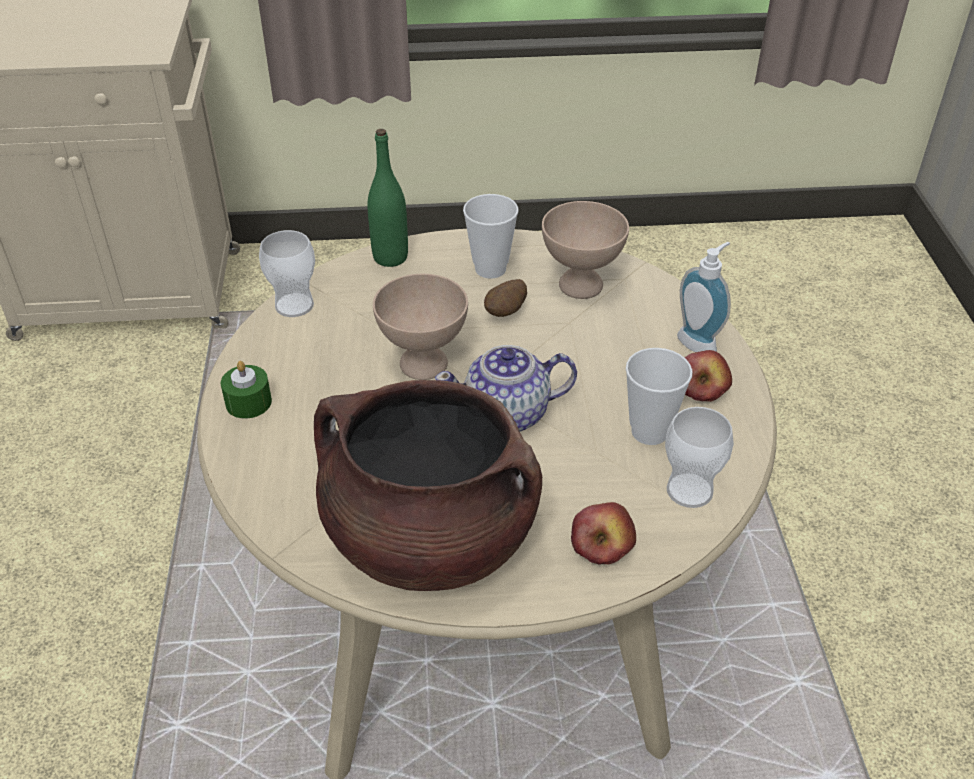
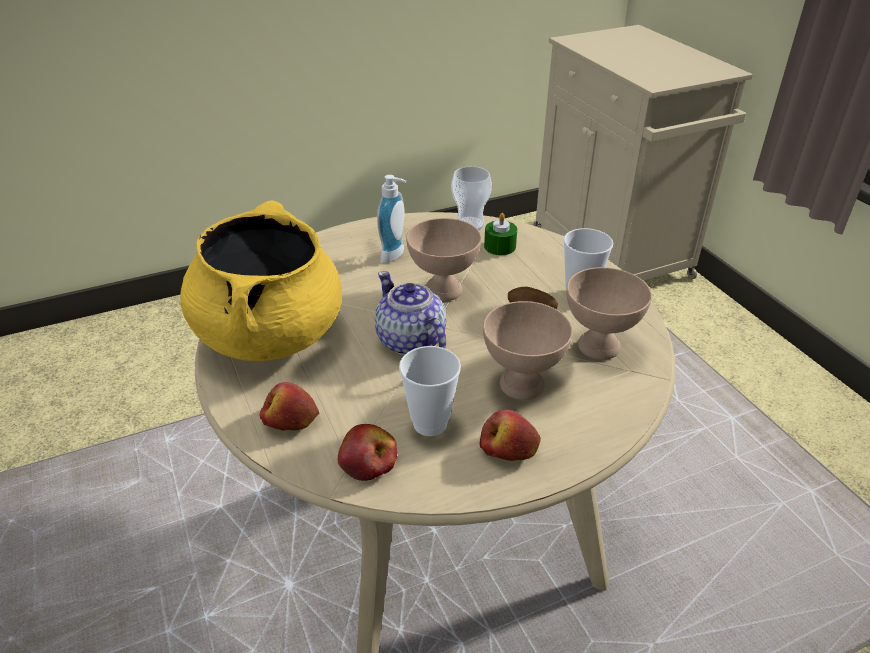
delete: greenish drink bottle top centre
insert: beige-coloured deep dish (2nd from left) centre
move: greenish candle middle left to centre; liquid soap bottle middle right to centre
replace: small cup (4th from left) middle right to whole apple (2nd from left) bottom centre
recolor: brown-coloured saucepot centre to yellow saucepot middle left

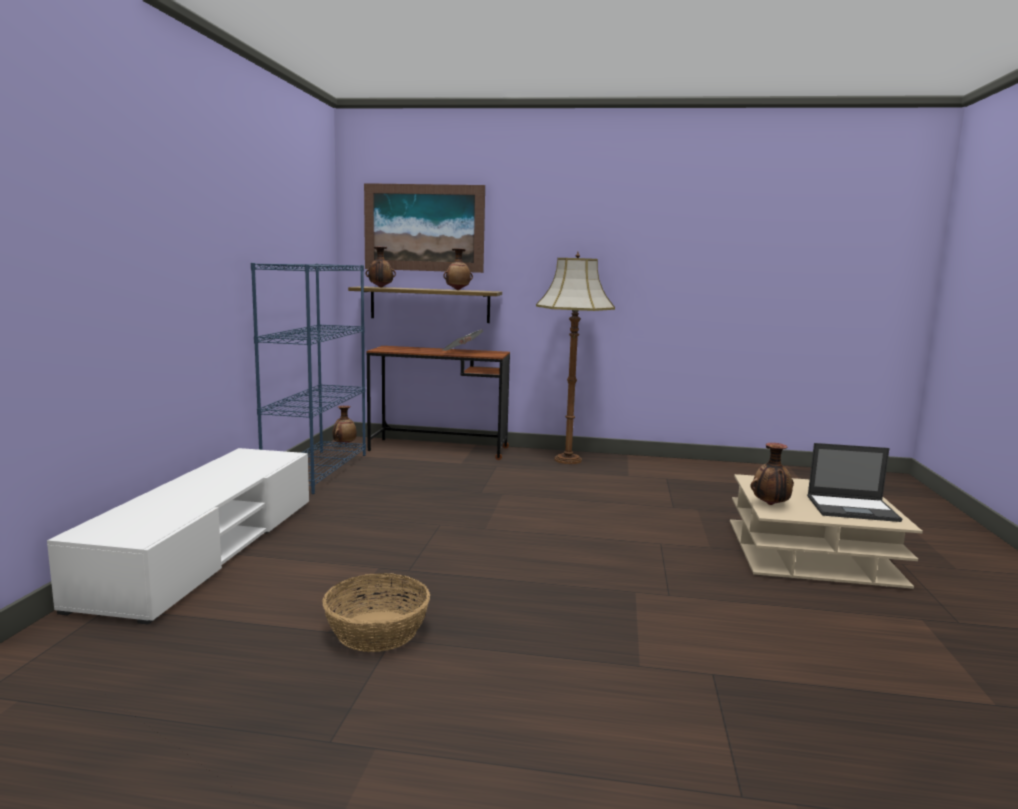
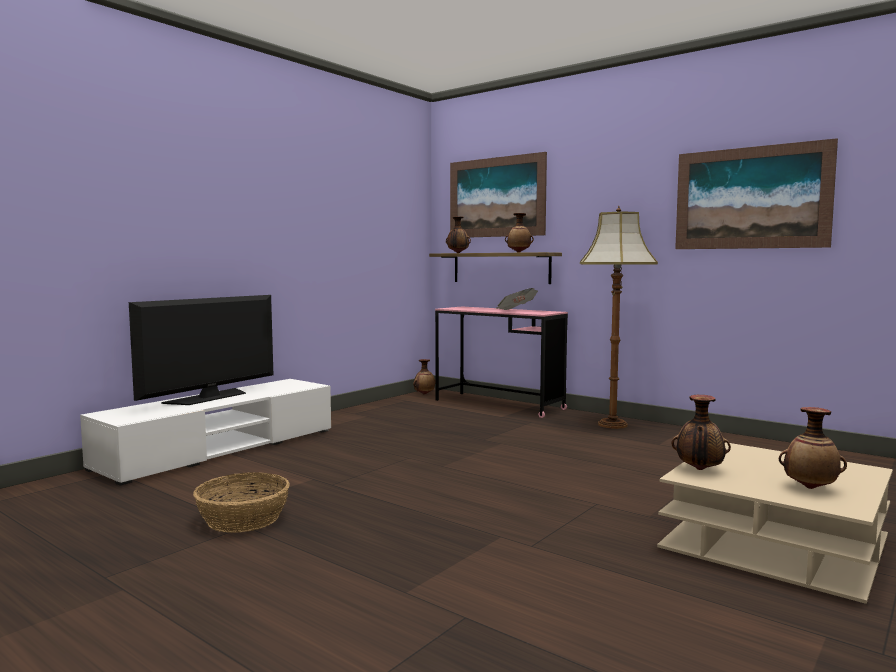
delete: blue-coloured bookcase middle left
insert: TV set middle left; wall art (2nd from left) top right
replace: laptop middle right to vase (5th from left) bottom right
recolor: brown-coloured desk table centre to pink-coloured desk table centre

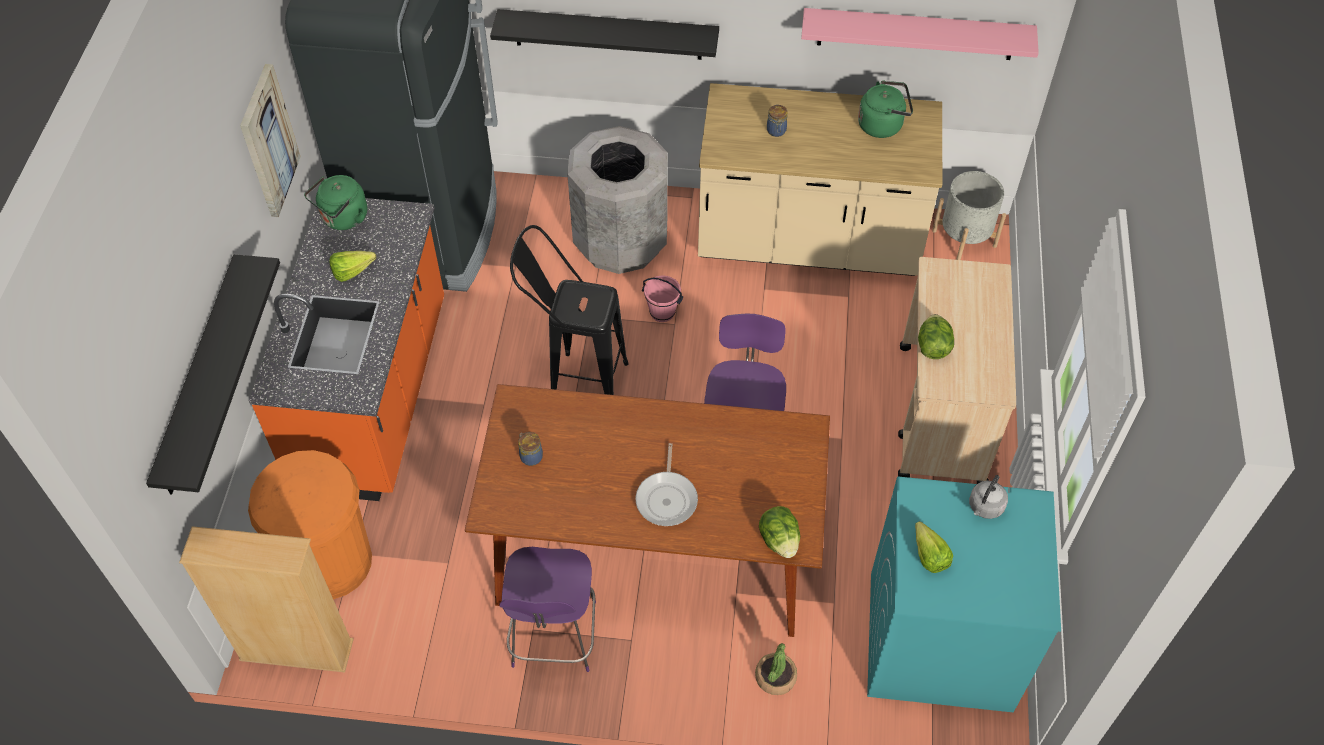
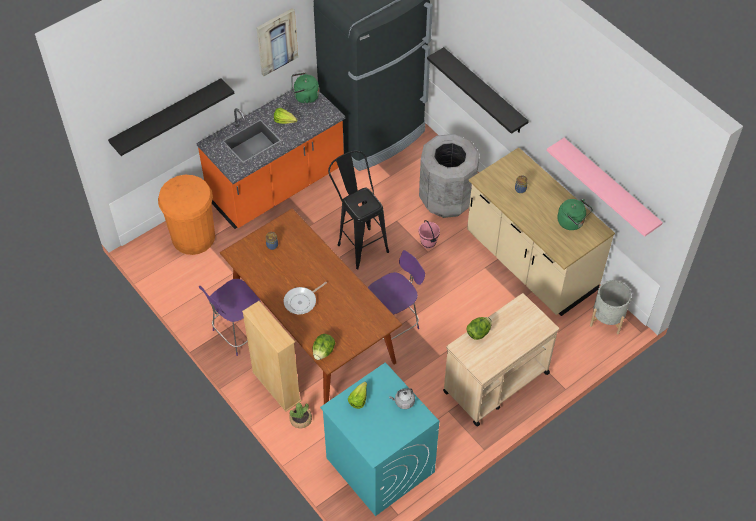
move: beige-coloured bookcase bottom left to bottom centre

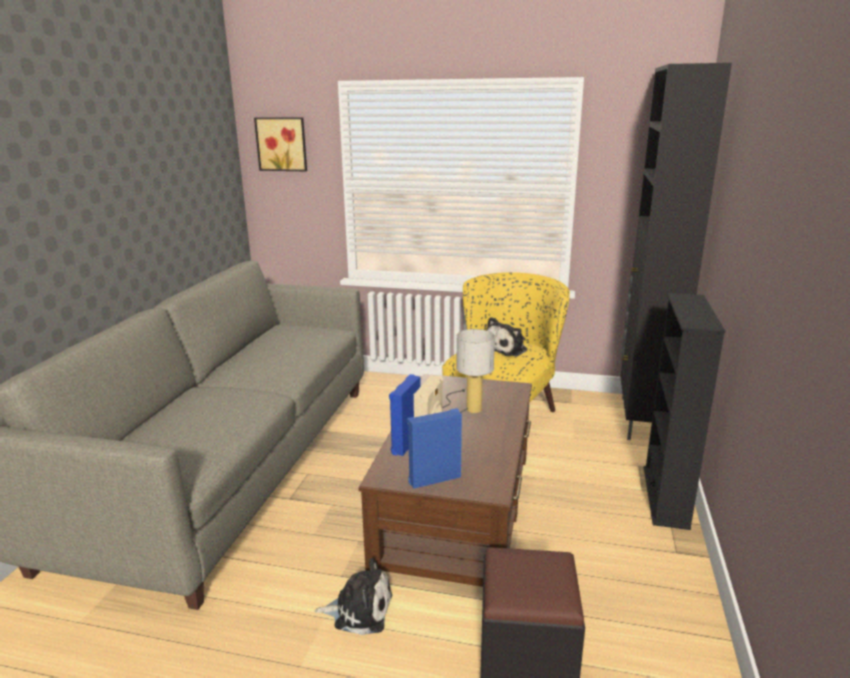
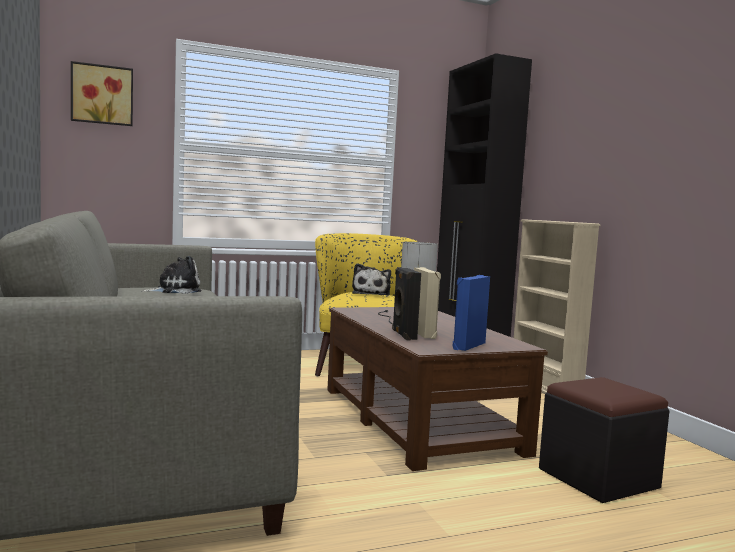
move: plush toy (1st from left) bottom centre to middle left
recolor: blue-coloured audio speaker (1st from left) centre to black audio speaker centre; black bookcase middle right to beige-coloured bookcase middle right

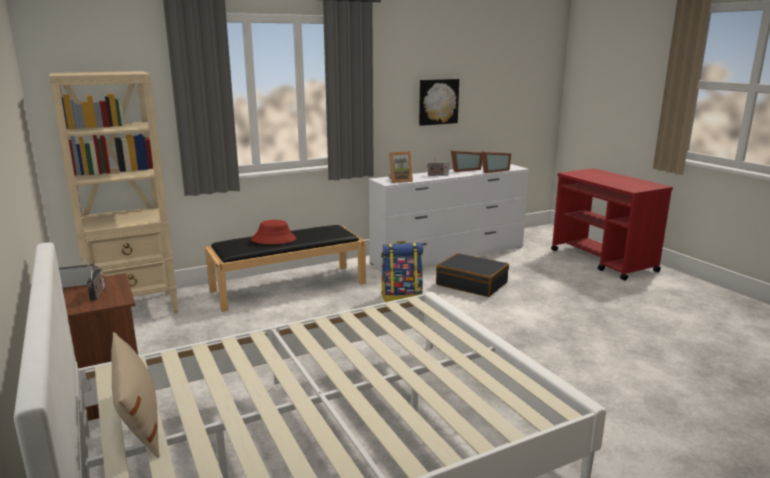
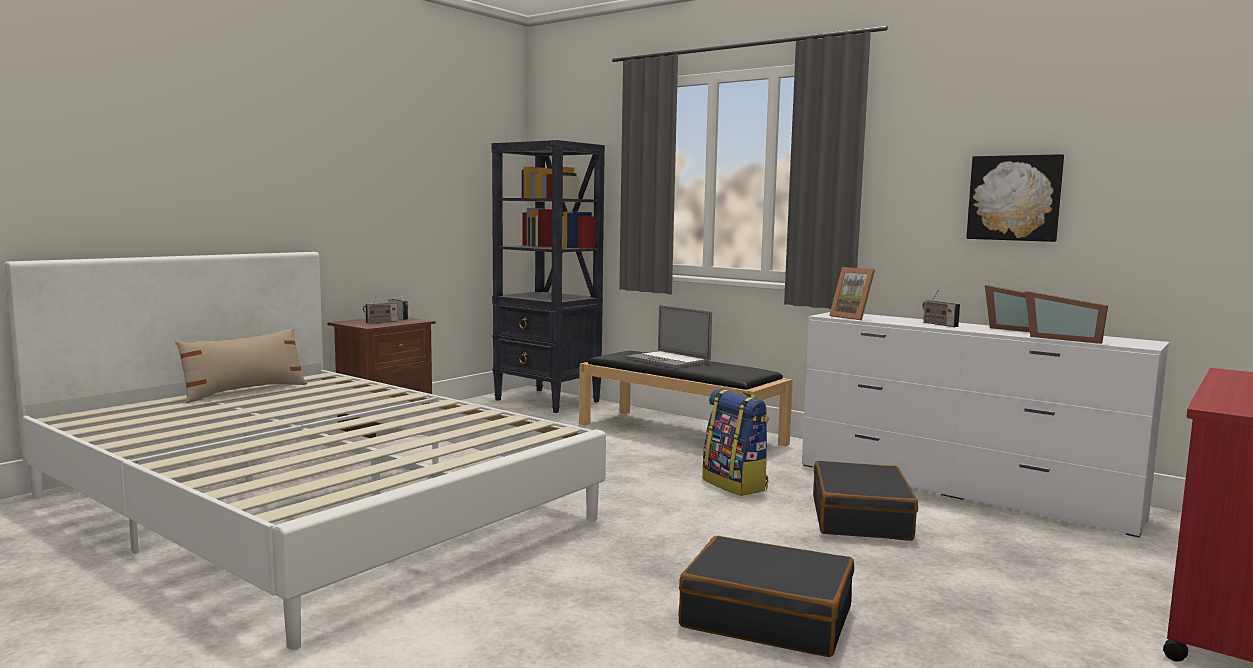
insert: black suitcase (1st from left) bottom centre
replace: red-coloured wearable hat centre to laptop centre
recolor: beige-coloured bookcase middle left to black bookcase centre

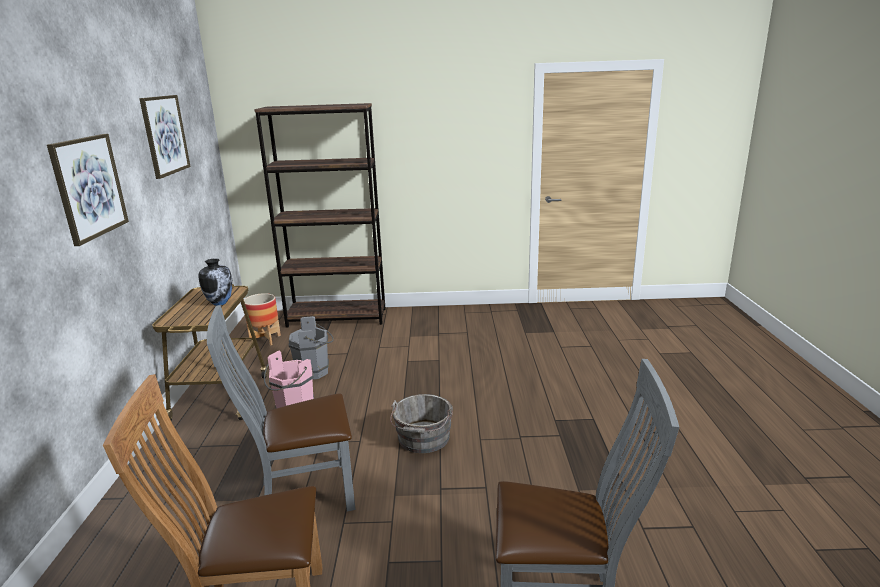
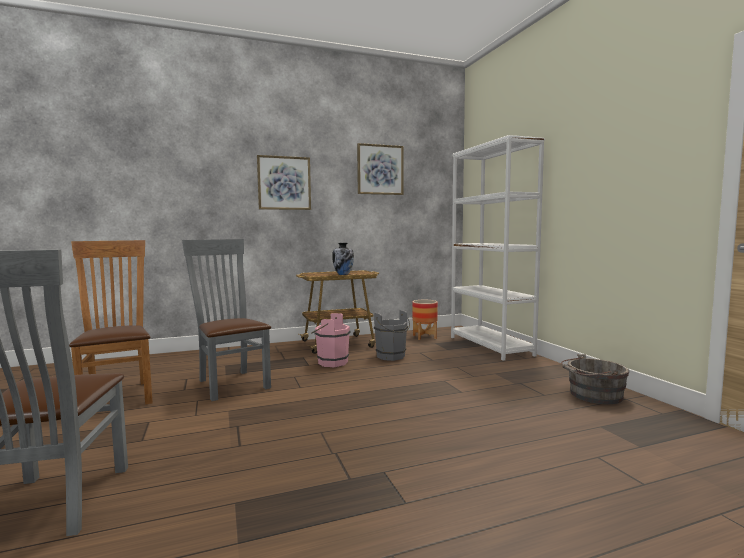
move: gray water bucket (2nd from left) bottom centre to bottom right
recolor: brown-coloured bookcase centre to white bookcase middle right

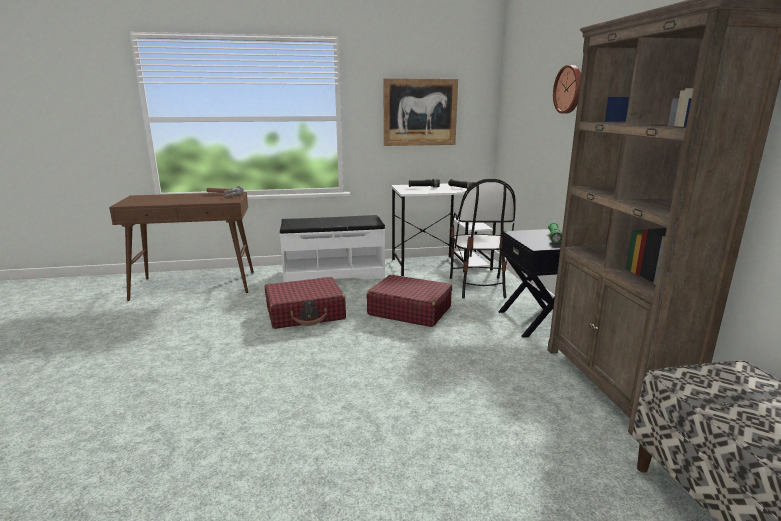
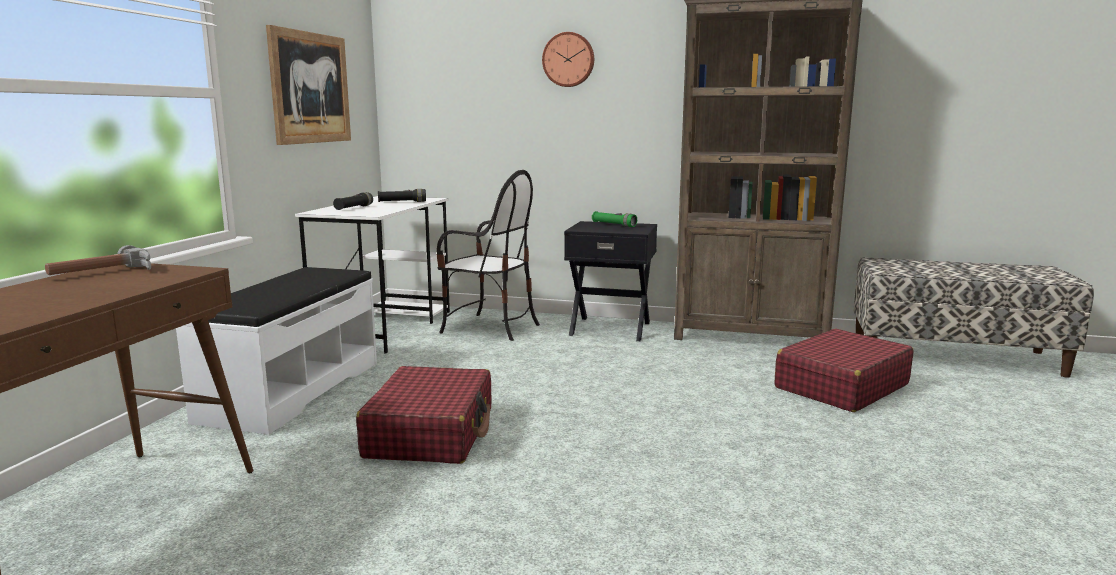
move: red-coloured suitcase (2nd from left) centre to middle right

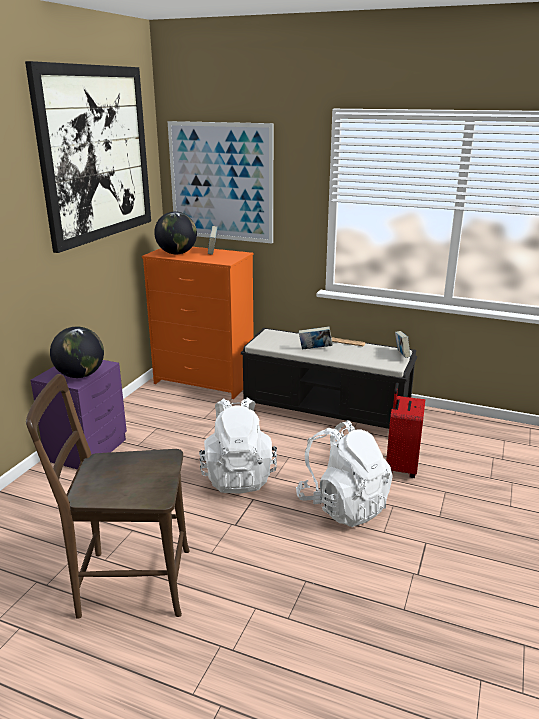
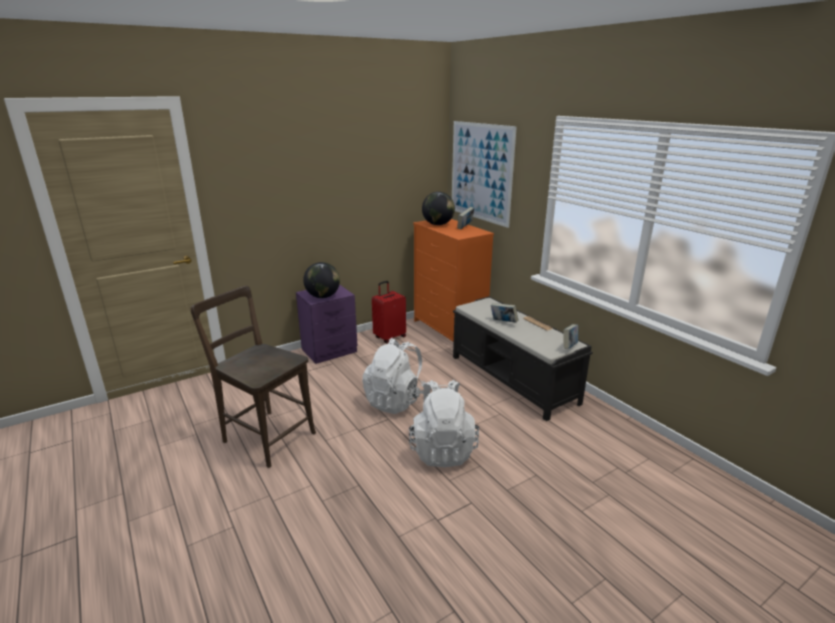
delete: wall art (1st from left) top left
move: red-coloured suitcase middle right to centre

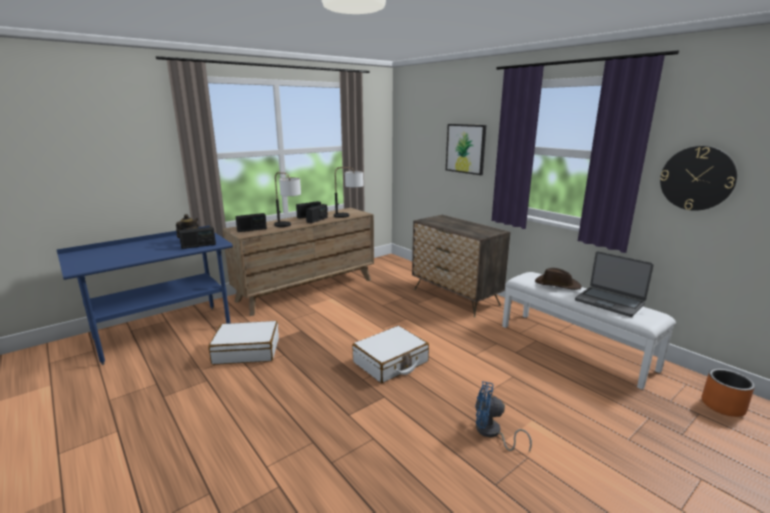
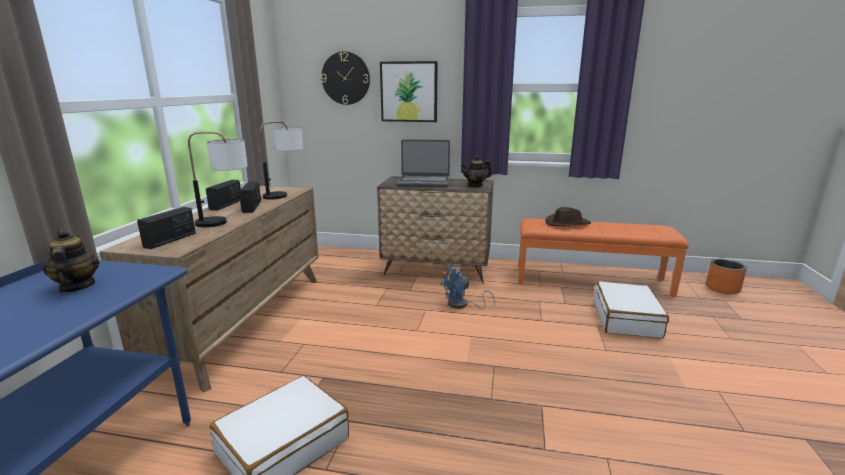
delete: radio receiver (1st from left) middle left
insert: pot for tea (2nd from left) centre
move: white suitcase (2nd from left) bottom centre to middle right; blue-coloured cooling fan bottom centre to centre; laptop middle right to centre; wall clock middle right to top centre
recolor: white long seat middle right to orange long seat middle right

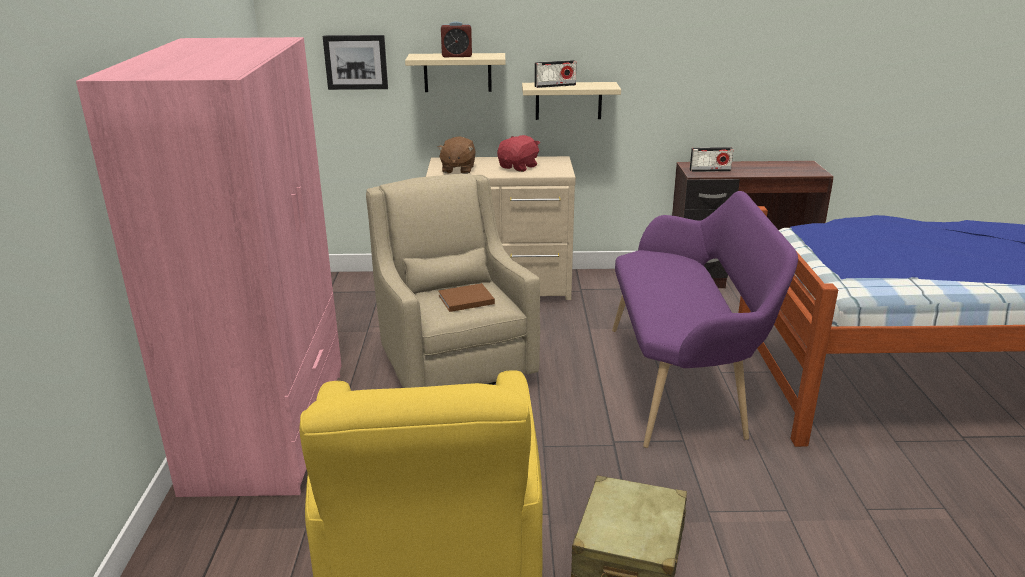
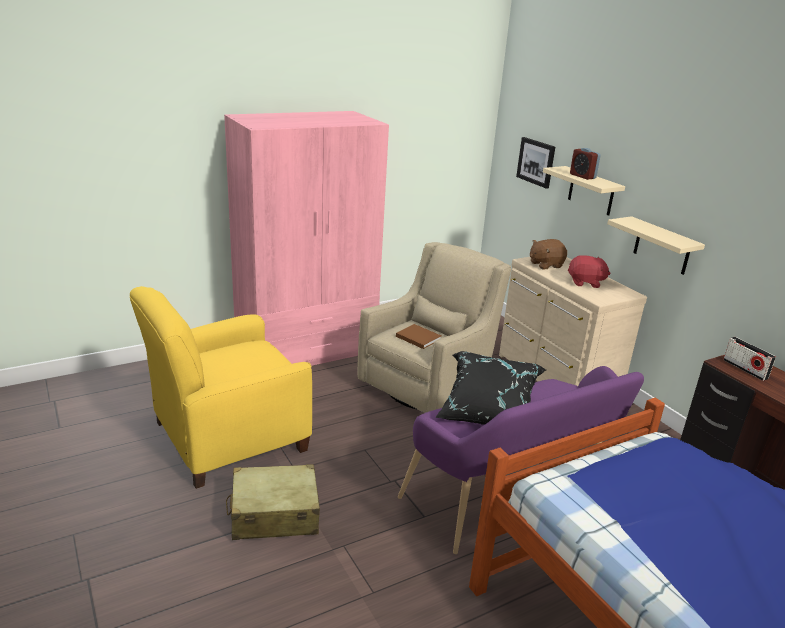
delete: radio receiver (1st from left) top centre
insert: black pillow centre

